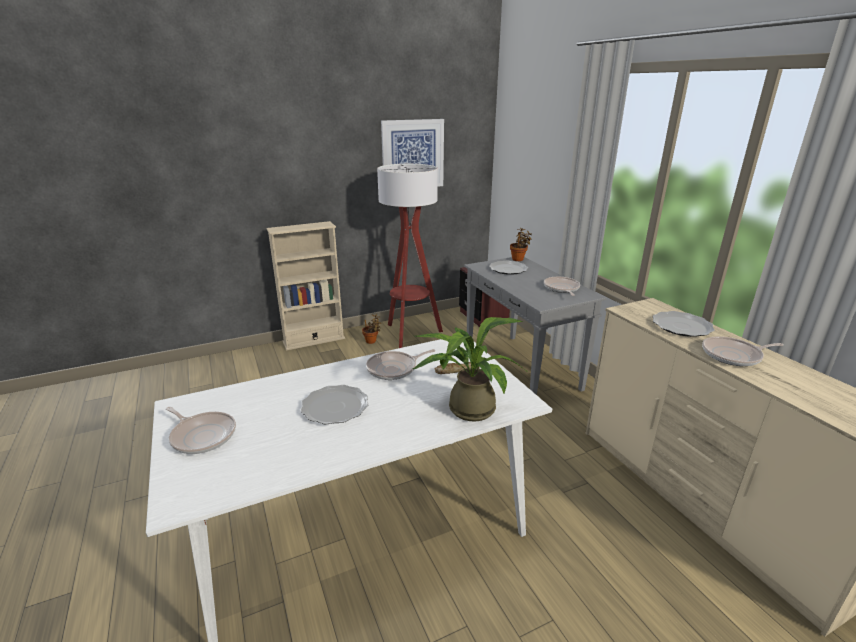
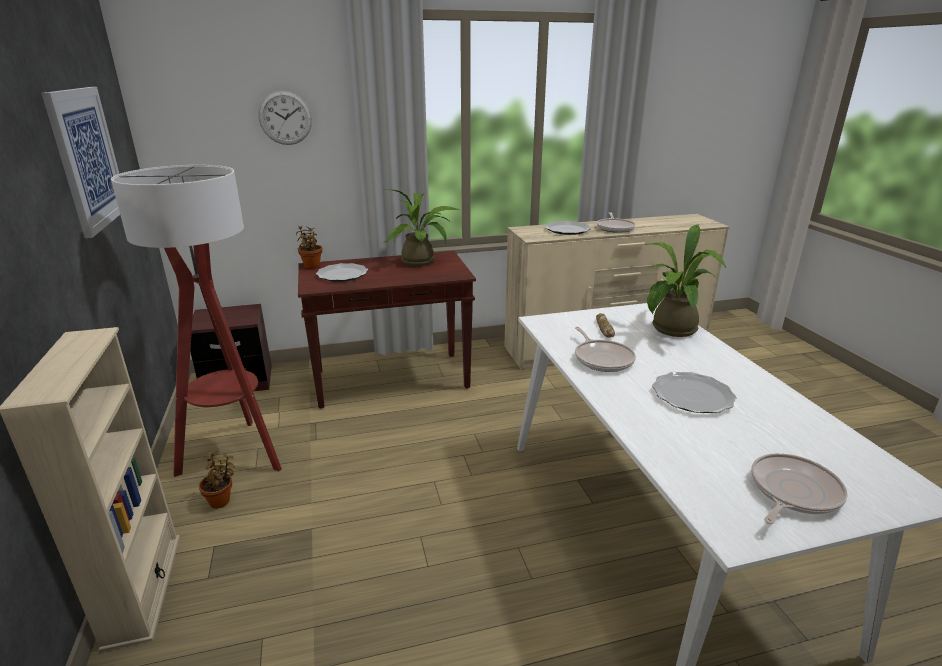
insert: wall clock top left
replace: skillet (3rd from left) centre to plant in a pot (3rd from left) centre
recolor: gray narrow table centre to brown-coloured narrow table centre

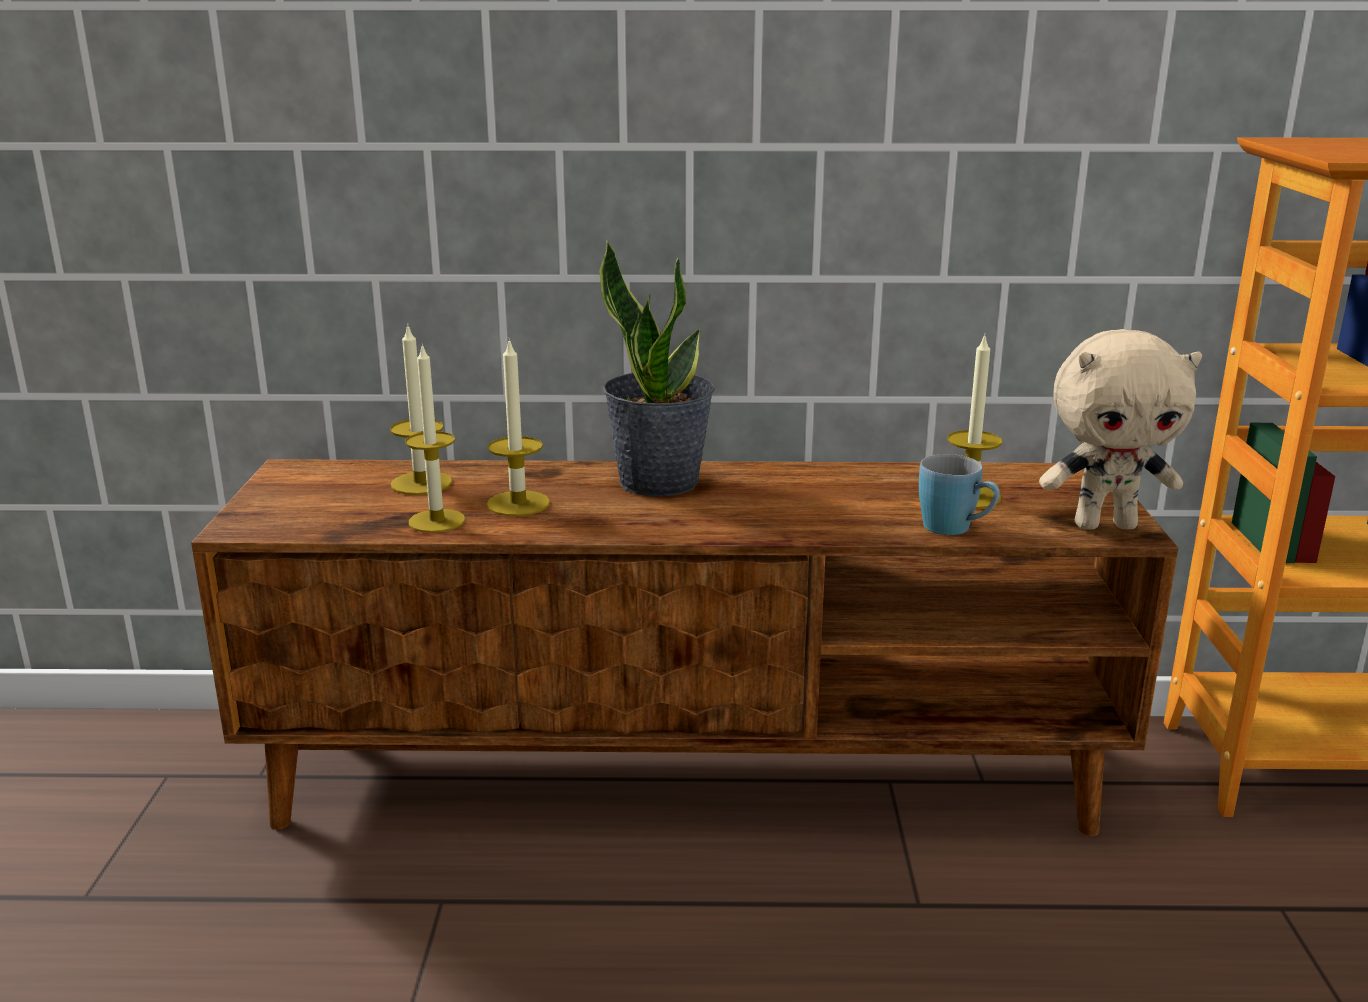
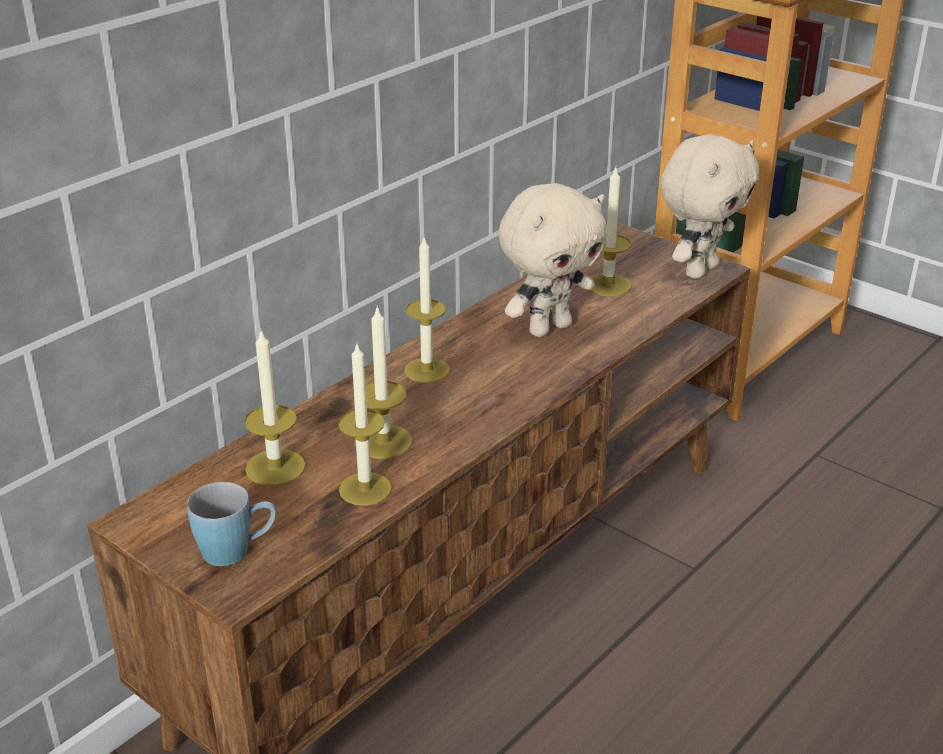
insert: beige-coloured plush toy (1st from left) centre
move: blue-coloured coffee mug middle right to bottom left
replace: plant in a pot centre to candle (4th from left) centre

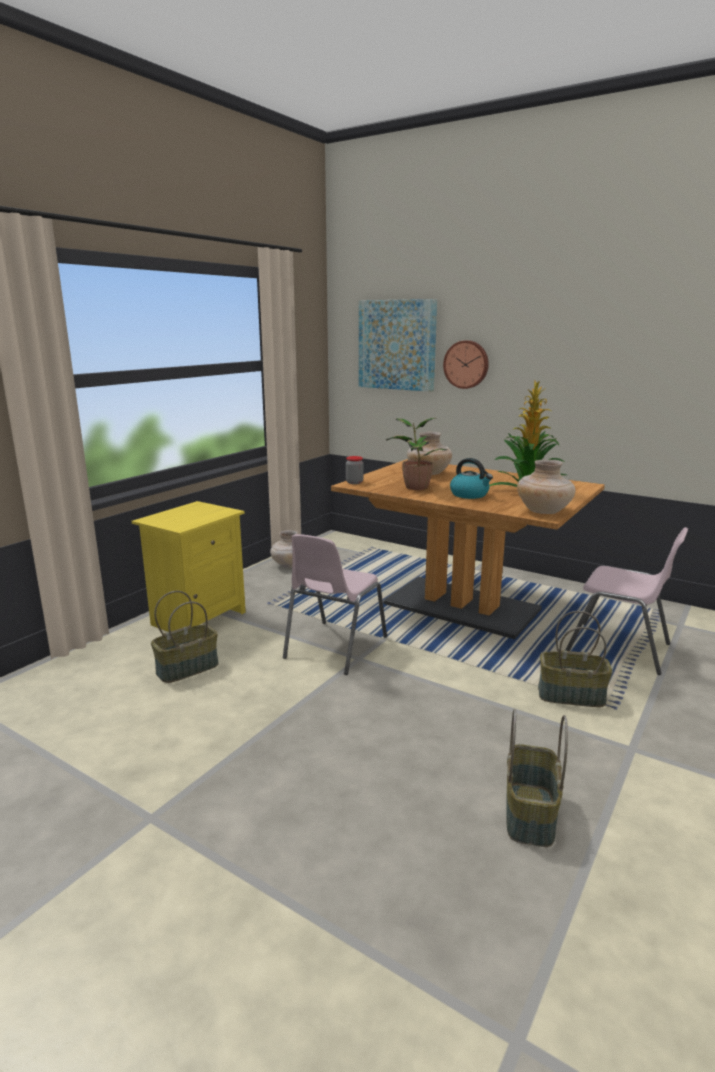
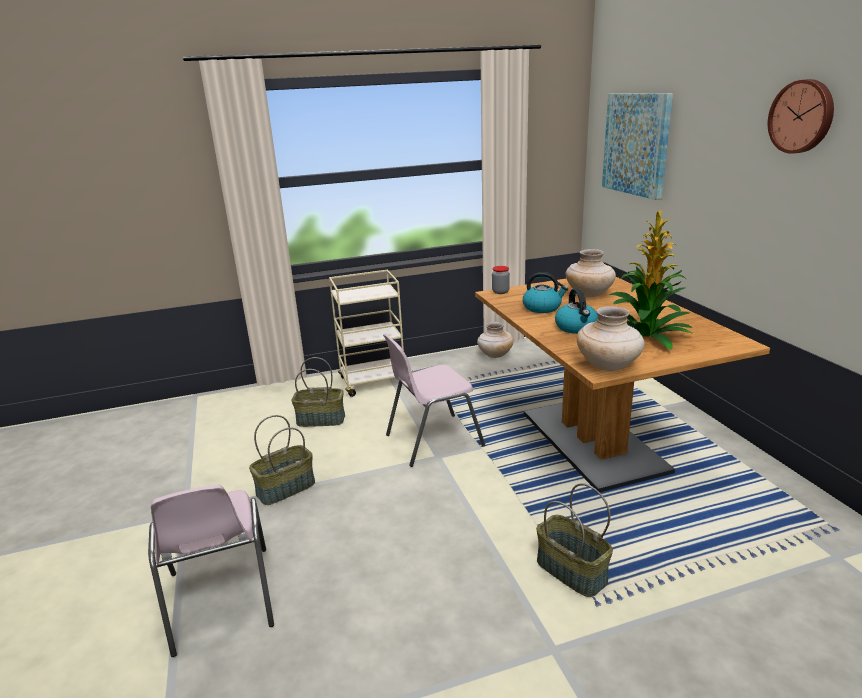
move: wall clock centre to top right; basket (2nd from left in the first image) bottom right to basket (1st from left) middle left; pink-coloured chair (2nd from left in the first image) middle right to pink-coloured chair (1st from left) bottom left
replace: yellow nightstand middle left to beige-coloured trolley centre; plant in a pot (1st from left) centre to water kettle (1st from left) centre

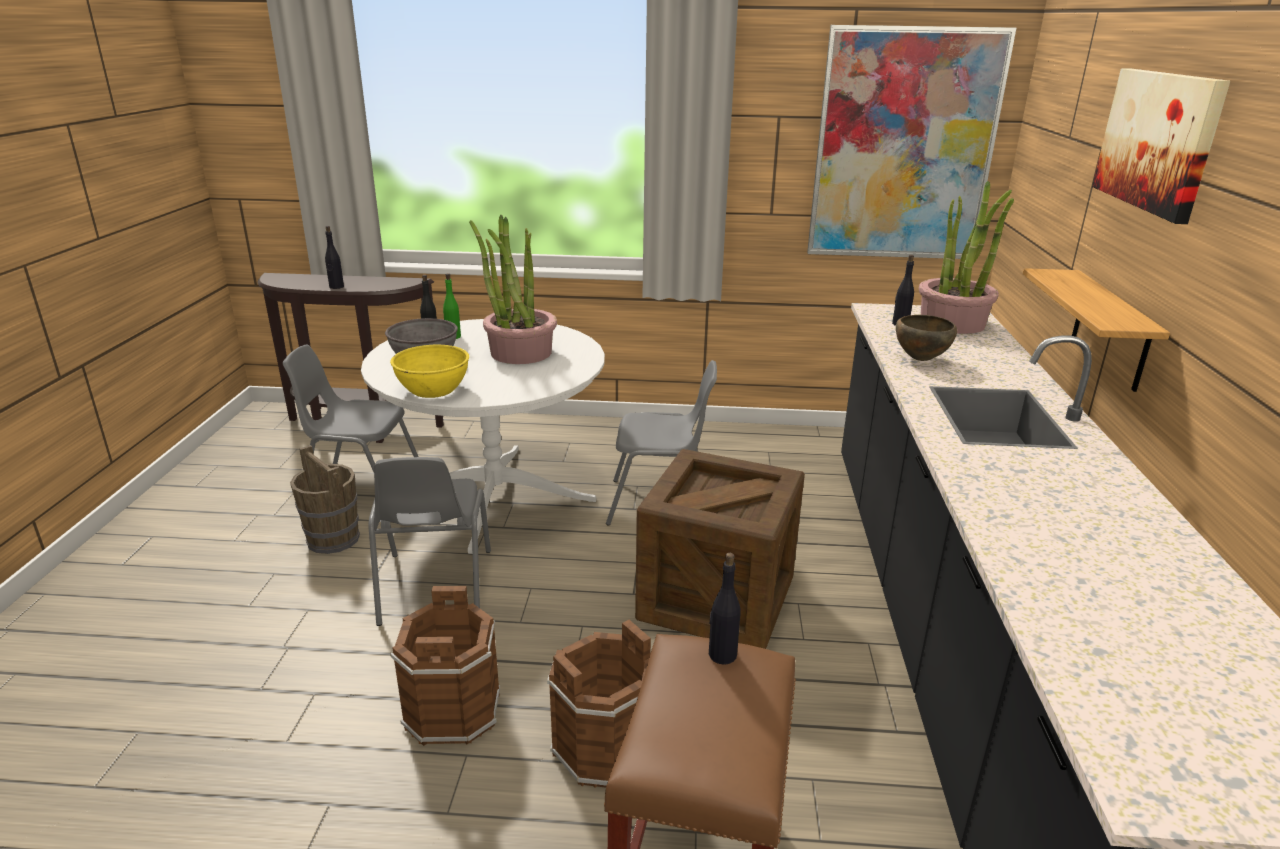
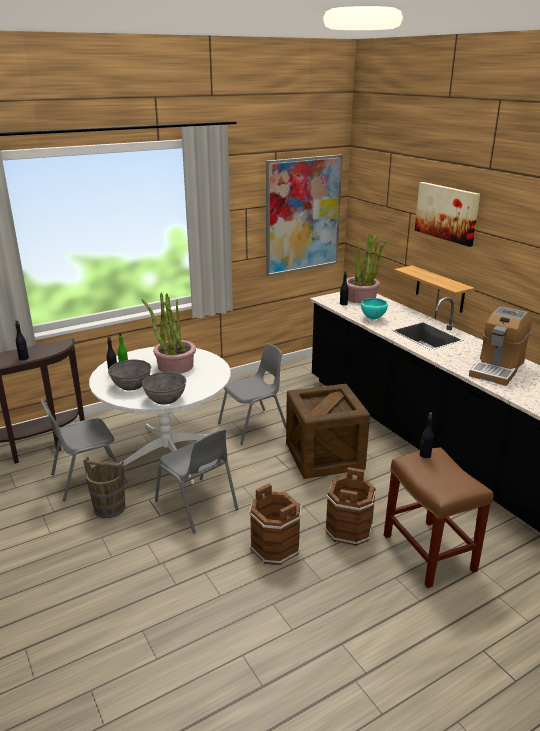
insert: coffee maker middle right
recolor: yellow deep dish centre to gray deep dish (2nd from left) middle left; brown-coloured deep dish middle right to blue-green deep dish middle right

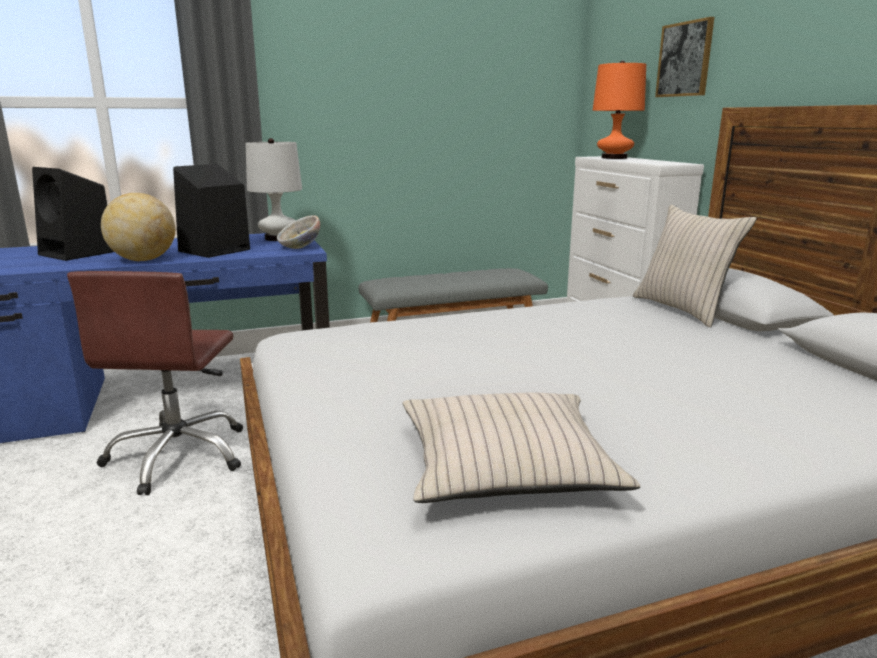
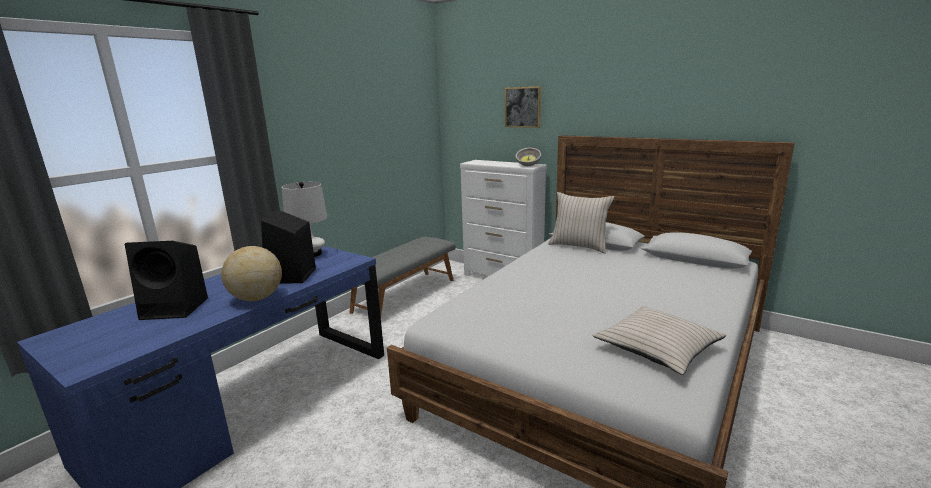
delete: brown-coloured desk chair middle left; orange table lamp top right
move: deep dish centre to top centre

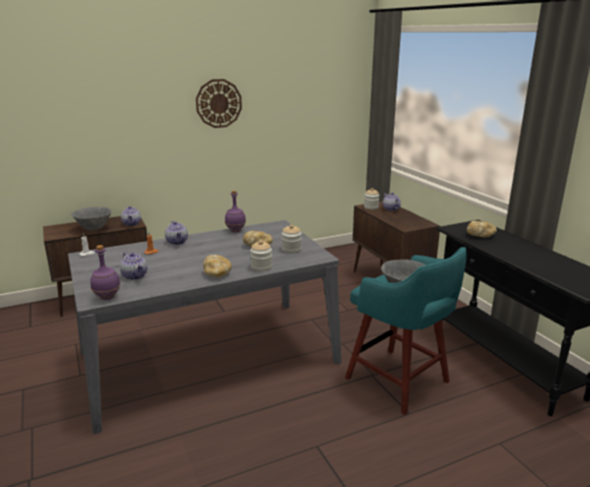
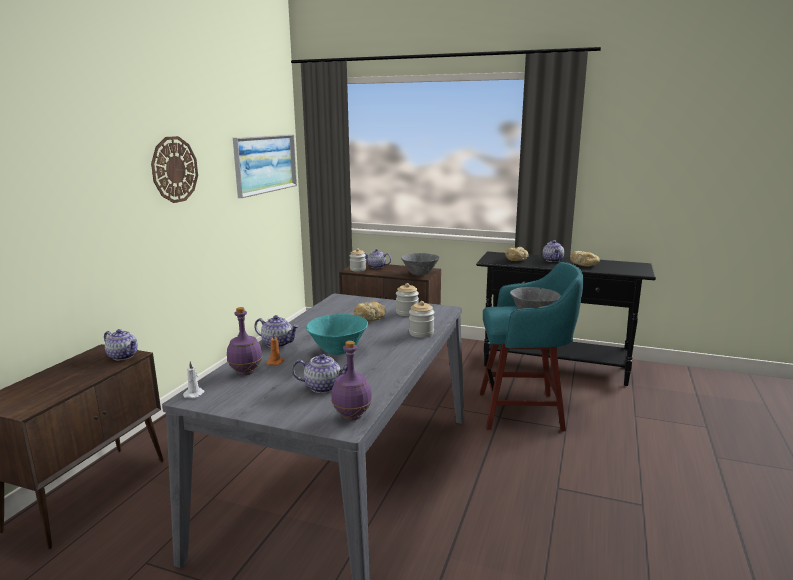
insert: wall art top centre; blue-green deep dish centre; pot for tea (5th from left) middle right
move: gray deep dish (1st from left) middle left to centre; baked bread (1st from left in the first image) centre to baked bread (3rd from left) middle right; purple-coloured drink bottle (2nd from left in the first image) centre to purple-coloured drink bottle (1st from left) middle left

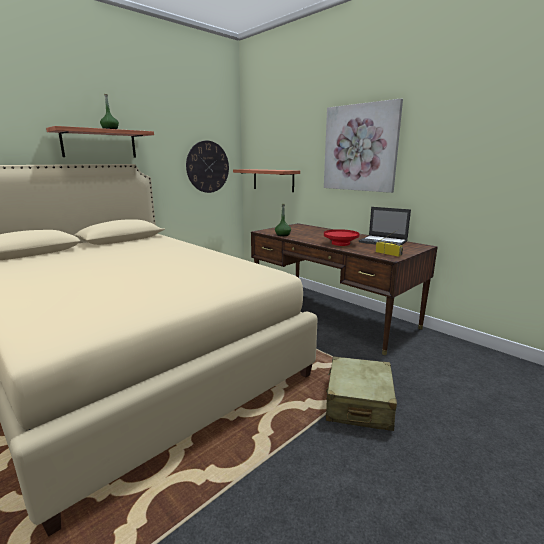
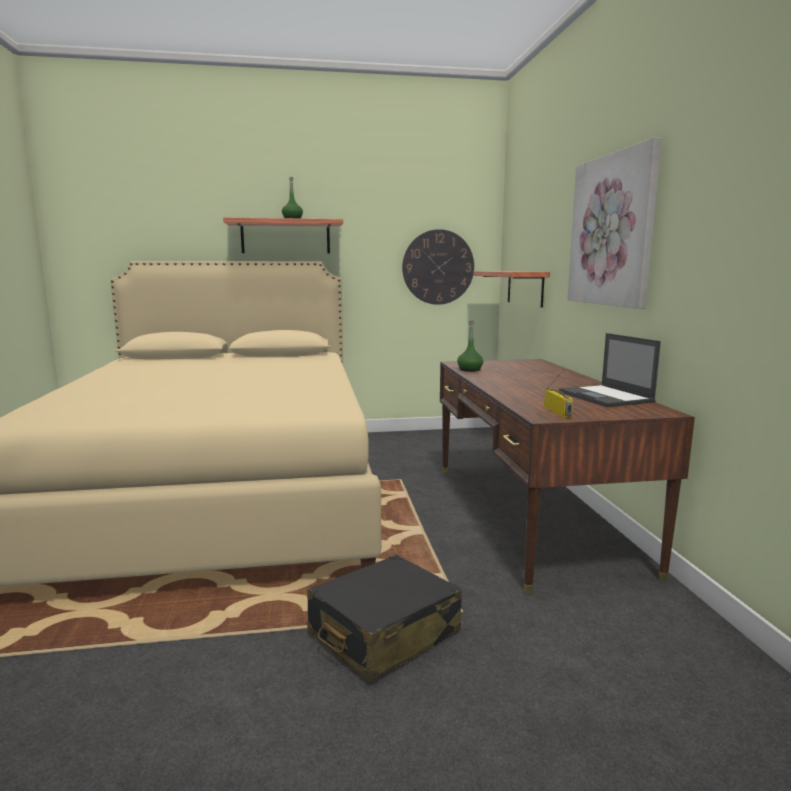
delete: red-coloured deep dish centre
recolor: beige-coloured suitcase bottom centre to black suitcase bottom centre

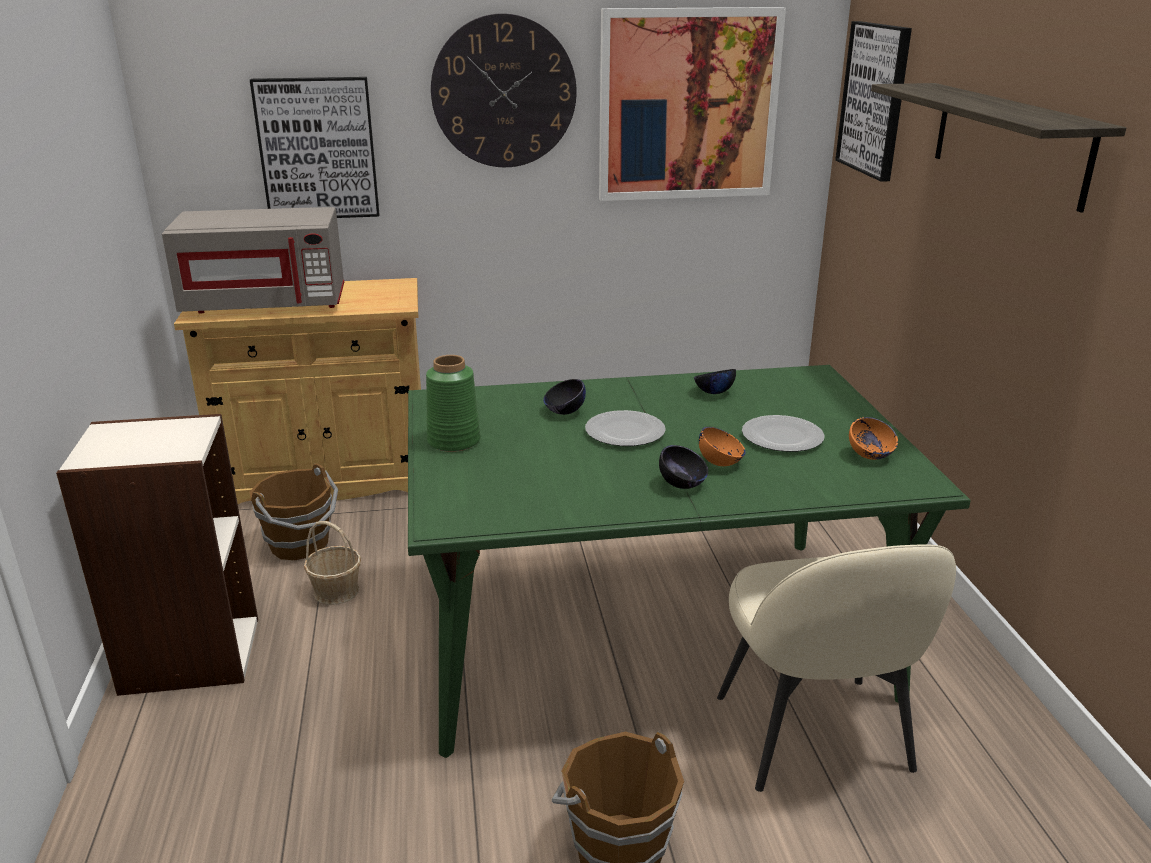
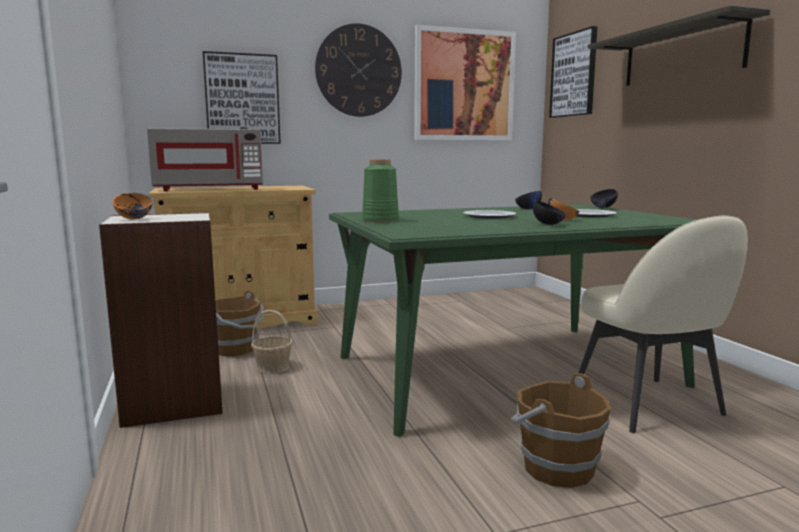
move: black deep dish (1st from left in the first image) centre to black deep dish (3rd from left) middle right; orange deep dish (2nd from left in the first image) middle right to orange deep dish (1st from left) middle left

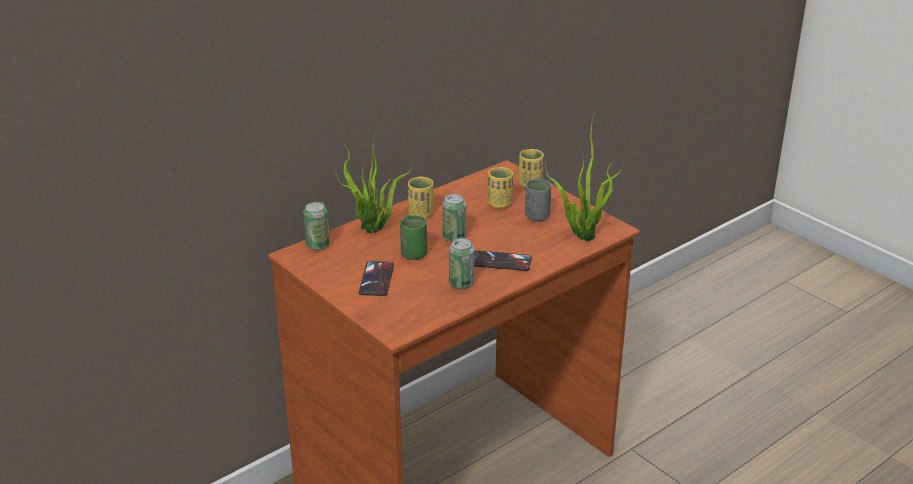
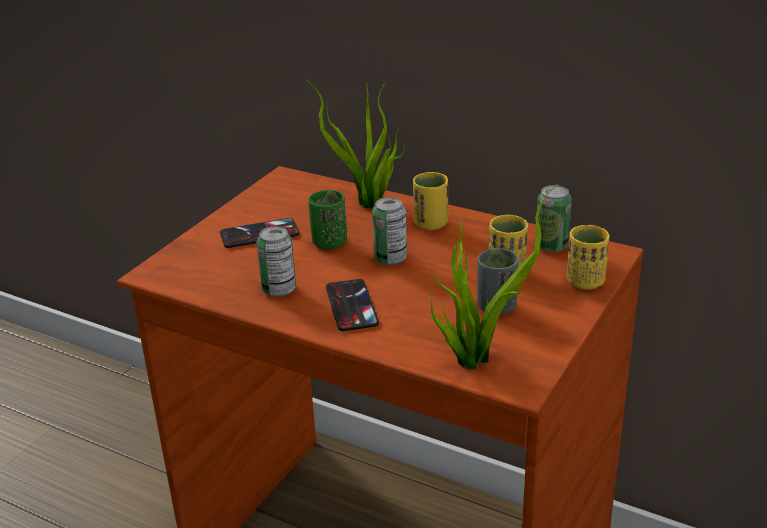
move: metal can (1st from left in the first image) centre to metal can (3rd from left) middle right

